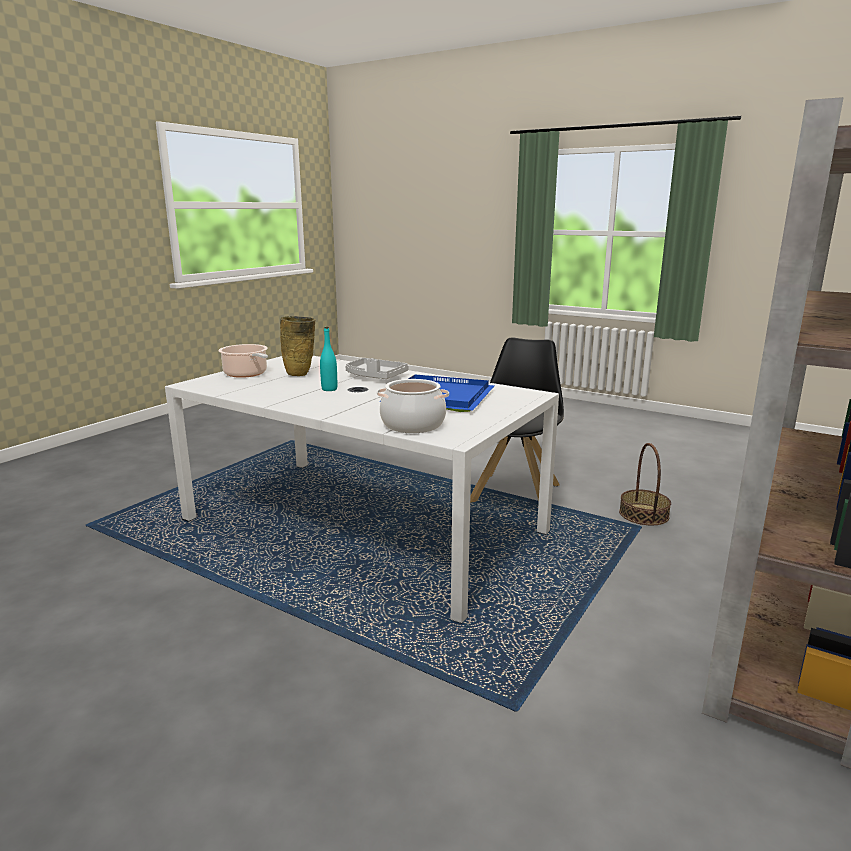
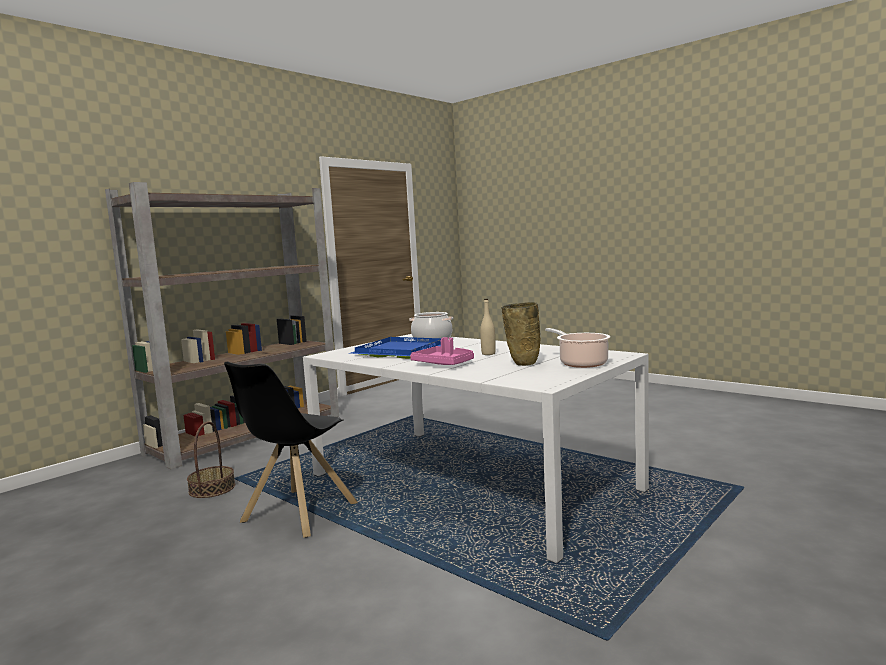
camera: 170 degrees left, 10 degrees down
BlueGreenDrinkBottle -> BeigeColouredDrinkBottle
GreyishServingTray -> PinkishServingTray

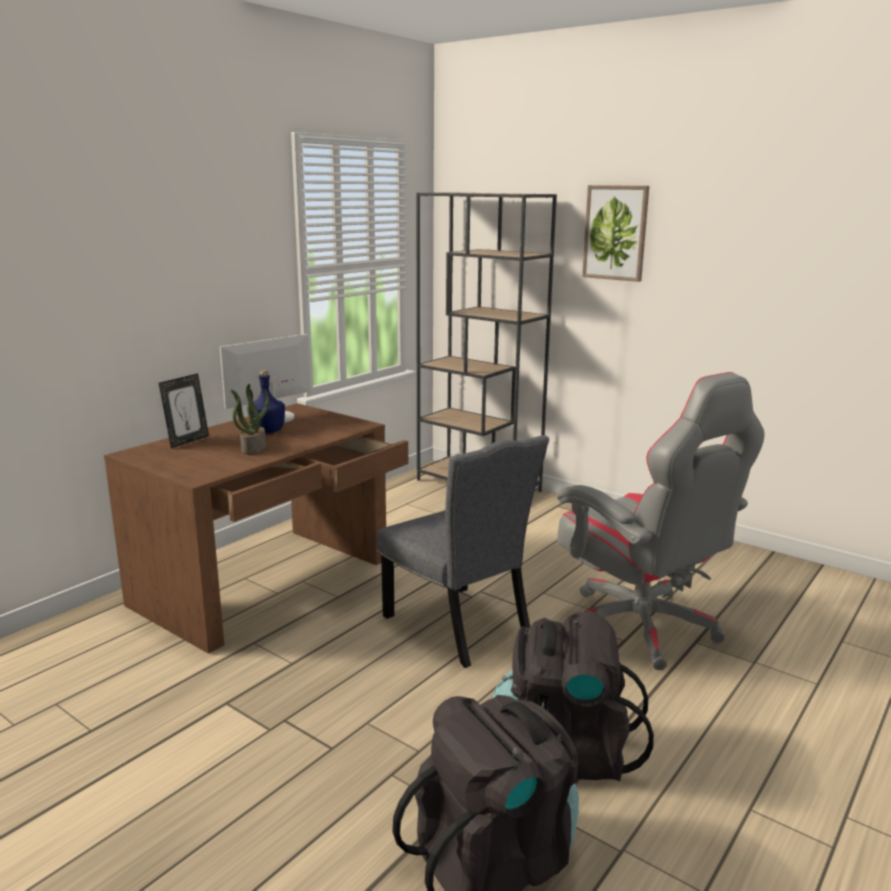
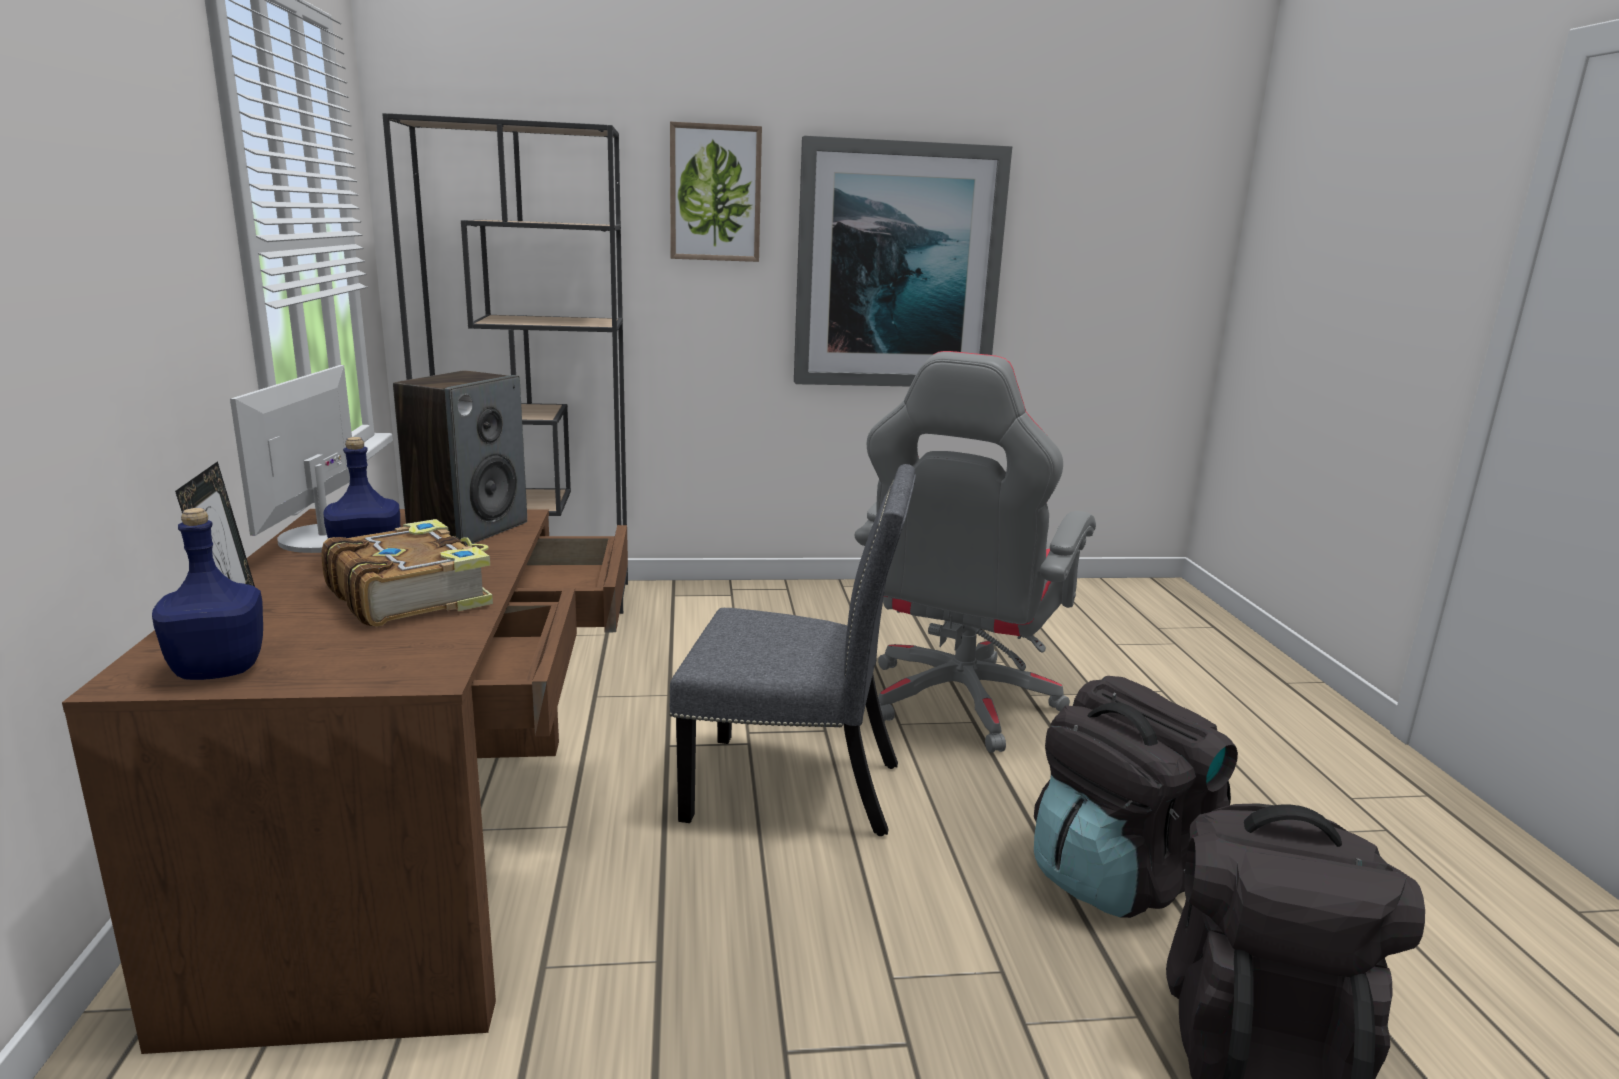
camera: 45 degrees left, 0 degrees up
none -> BlueColouredDrinkBottle (no. 1 from left)
none -> Speaker
none -> Picture (no. 2 from left)
PlantInAPot -> Volume
GreyishComputerChair, 105 degrees clockwise

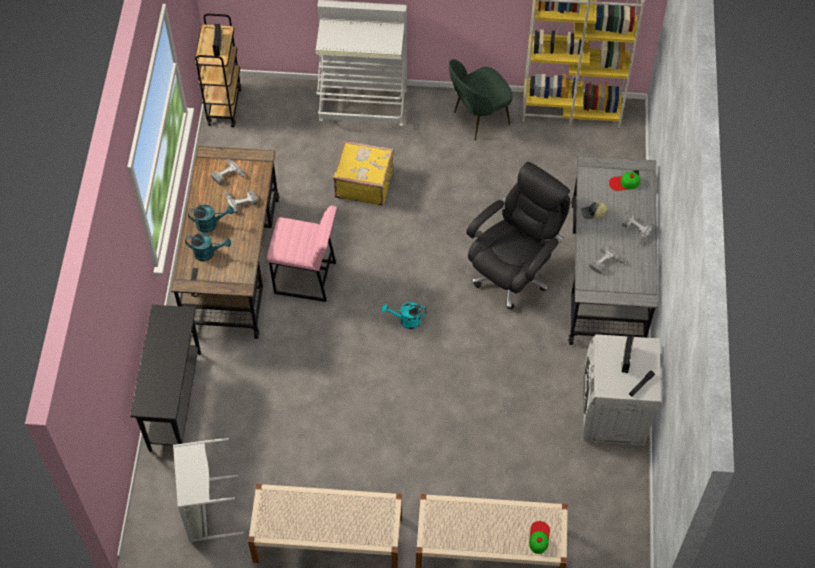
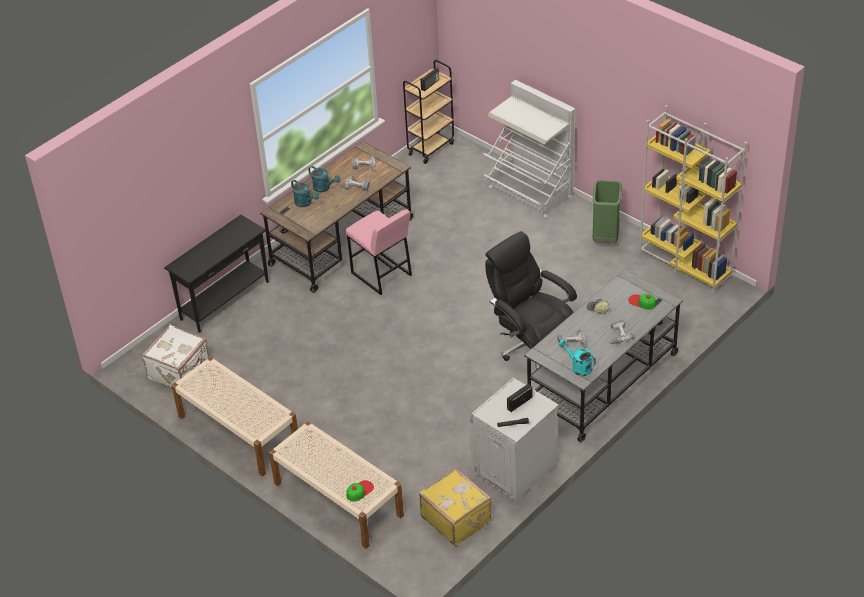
camera: 40 degrees right, 15 degrees down
YellowPieceOfLuggage, shifted
BlueGreenWateringCan (no. 3 from left), shifted
GreyishLaundryBasket -> WhitePieceOfLuggage
GreenUprightChair -> GreenTrashCan
BlackishComputerChair, 120 degrees counterclockwise

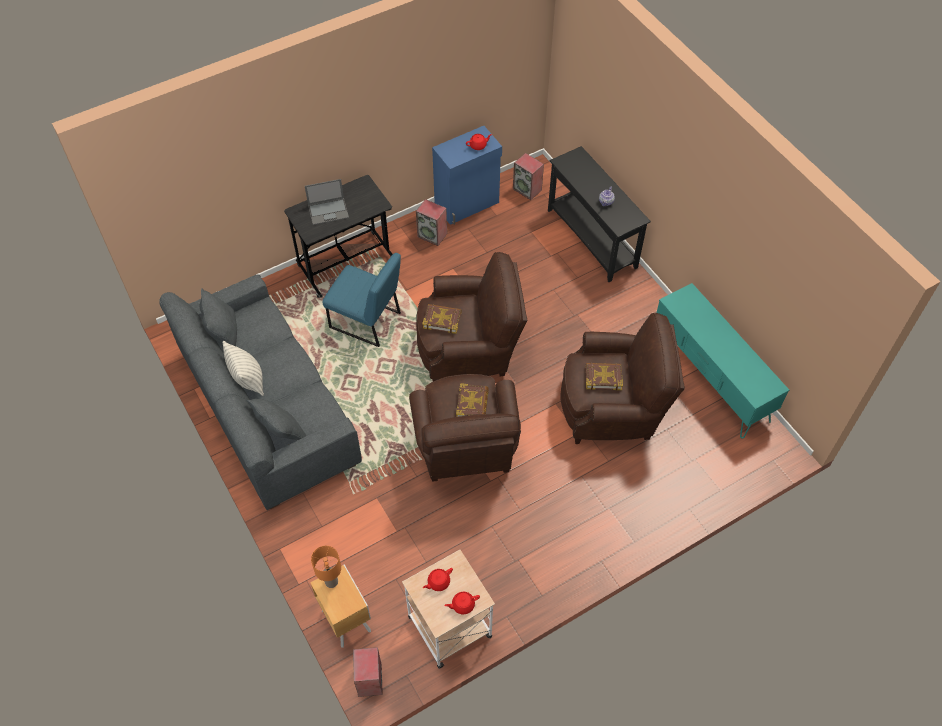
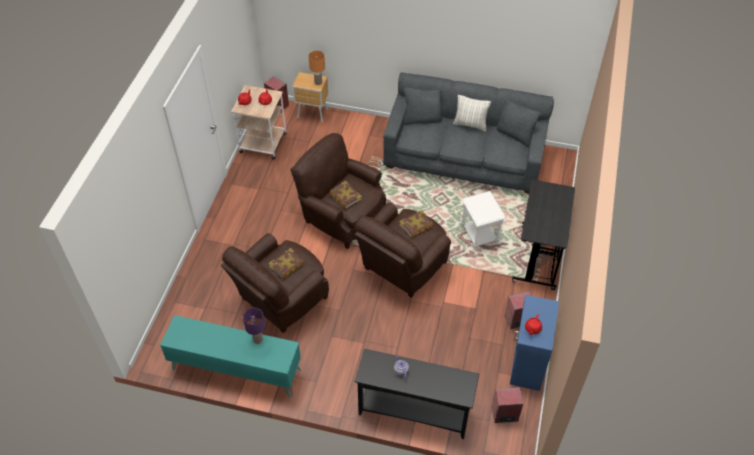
camera: 135 degrees right, 5 degrees down
Laptop -> none
none -> PurplishLampForATable
BlueColouredUprightChair -> WhiteAccentTable

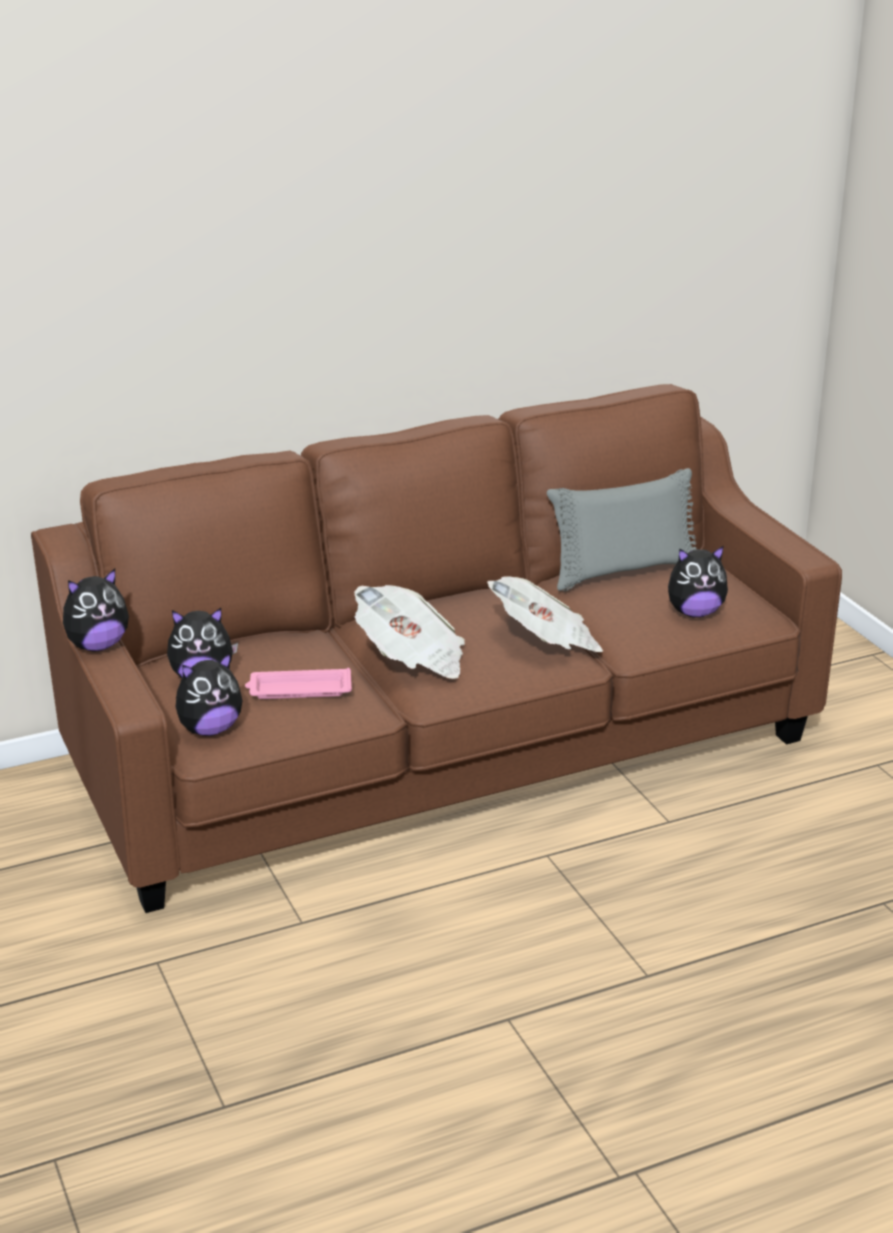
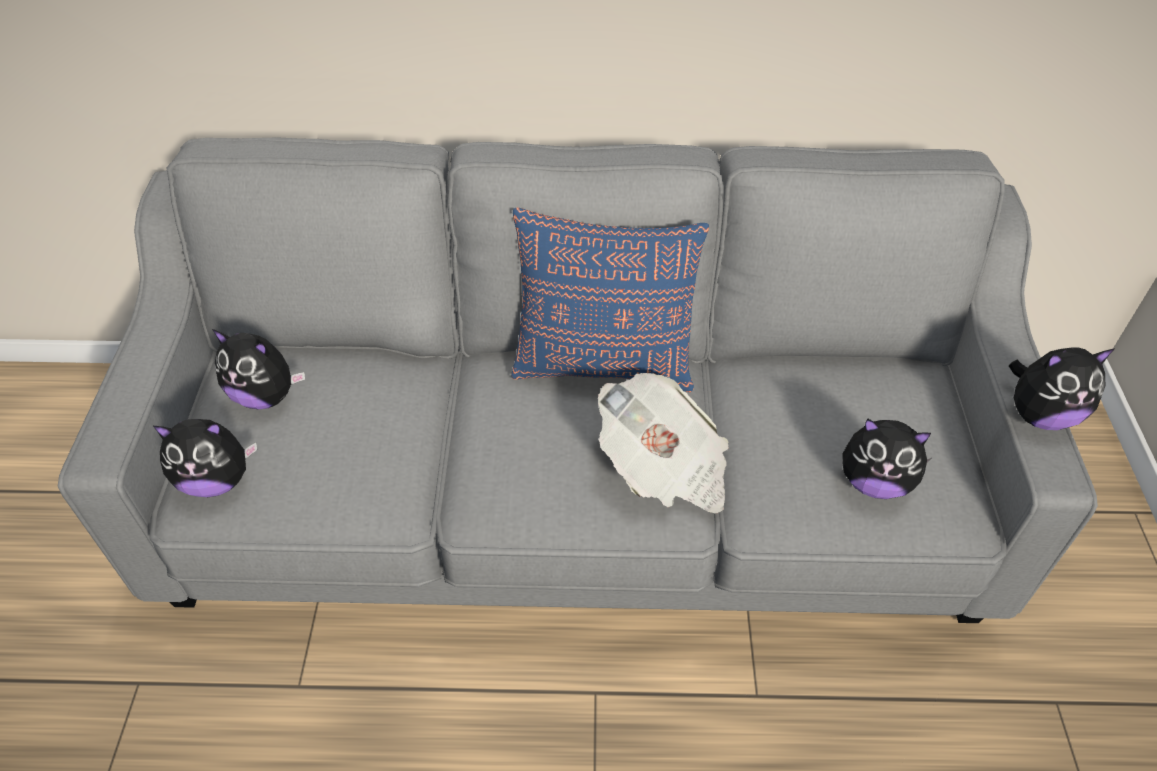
camera: 25 degrees right, 20 degrees up
PinkishServingTray -> none
DailyPaper (no. 1 from left) -> none
GreyishPillow -> none
none -> BlueColouredPillow
CuddlyToy (no. 1 from left in the first image) -> CuddlyToy (no. 4 from left), shifted
BrownishSettee -> GreyishSettee

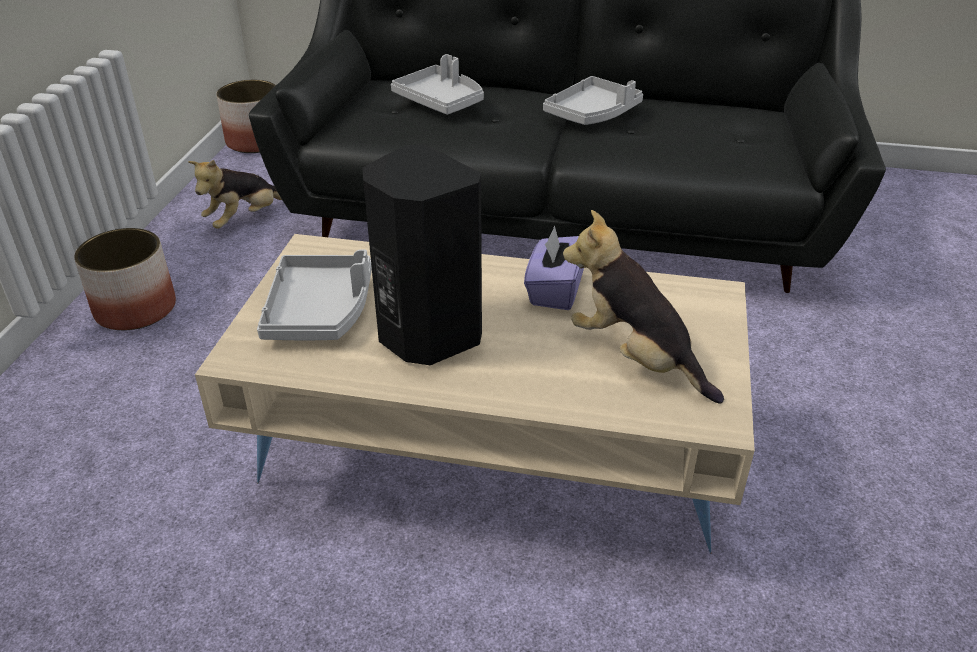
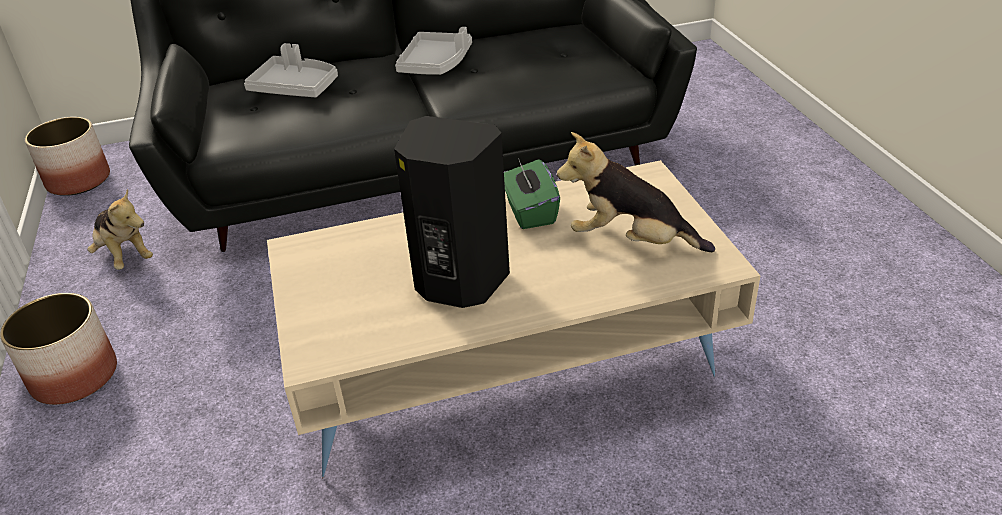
camera: 25 degrees left, 0 degrees up
GreyishServingTray (no. 1 from left) -> none
PurplishTissueBox -> GreenTissueBox
CuddlyToy (no. 1 from left), 60 degrees counterclockwise

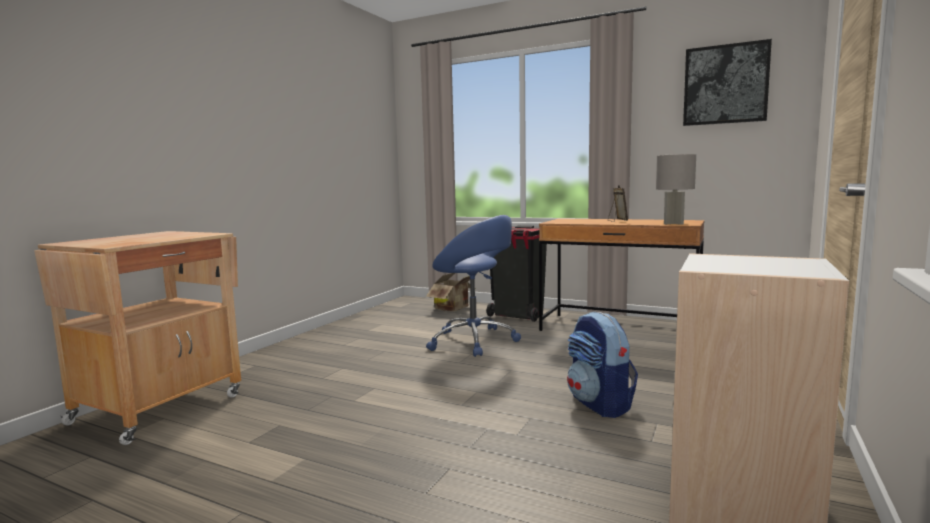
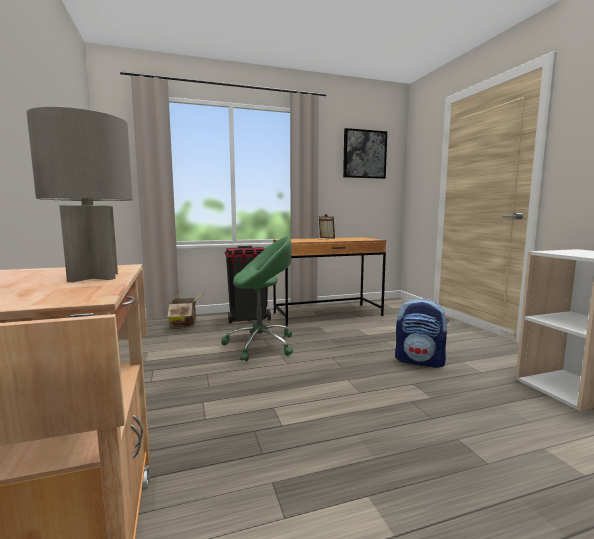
camera: 45 degrees left, 0 degrees up
GreyishLampForATable, shifted
BlueColouredComputerChair -> GreenComputerChair

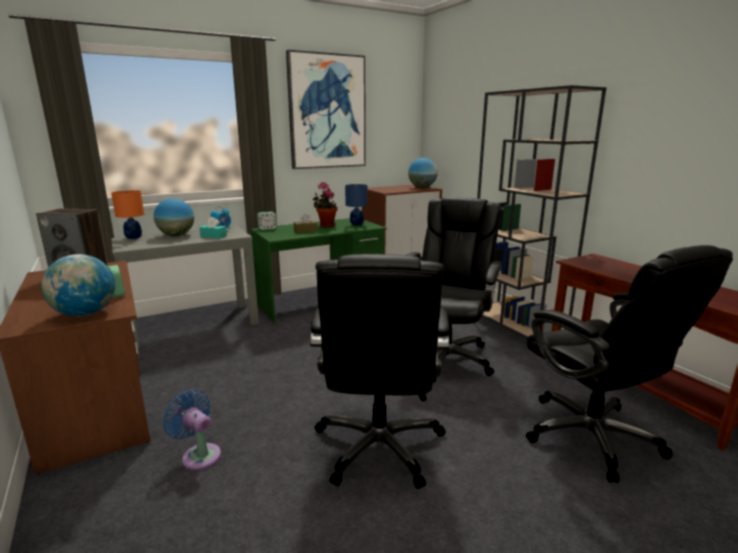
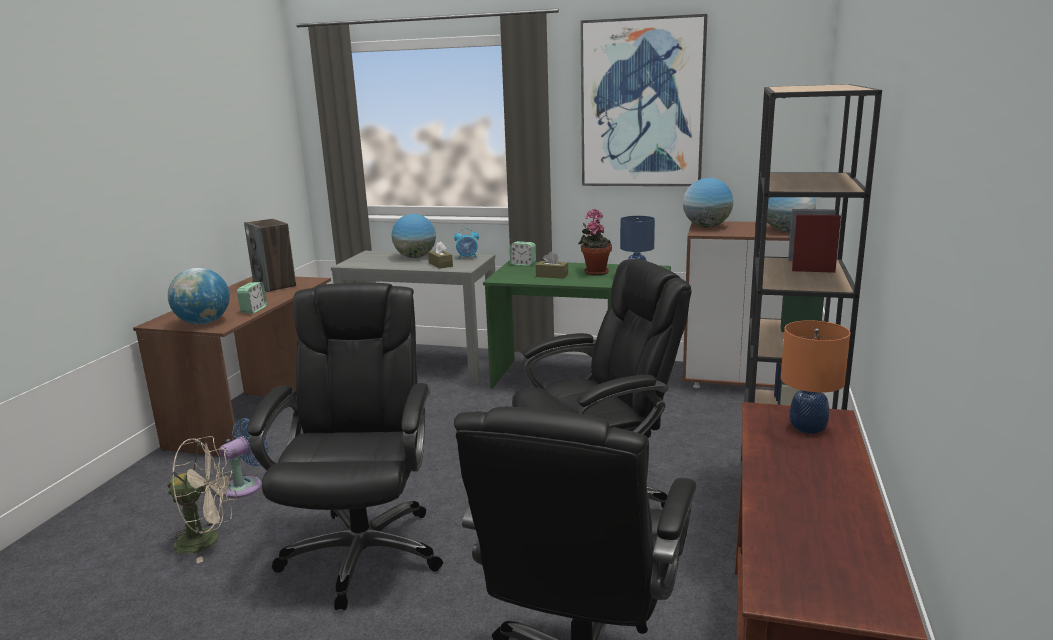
camera: 45 degrees right, 0 degrees up
none -> BeigeColouredElectricFan
none -> WorldGlobe (no. 3 from left)
OrangeyLampForATable, shifted
BlueGreenTissueBox -> BrownishTissueBox (no. 1 from left)
BlueColouredElectricFan, 45 degrees clockwise
BlackishComputerChair (no. 1 from left), 135 degrees clockwise

